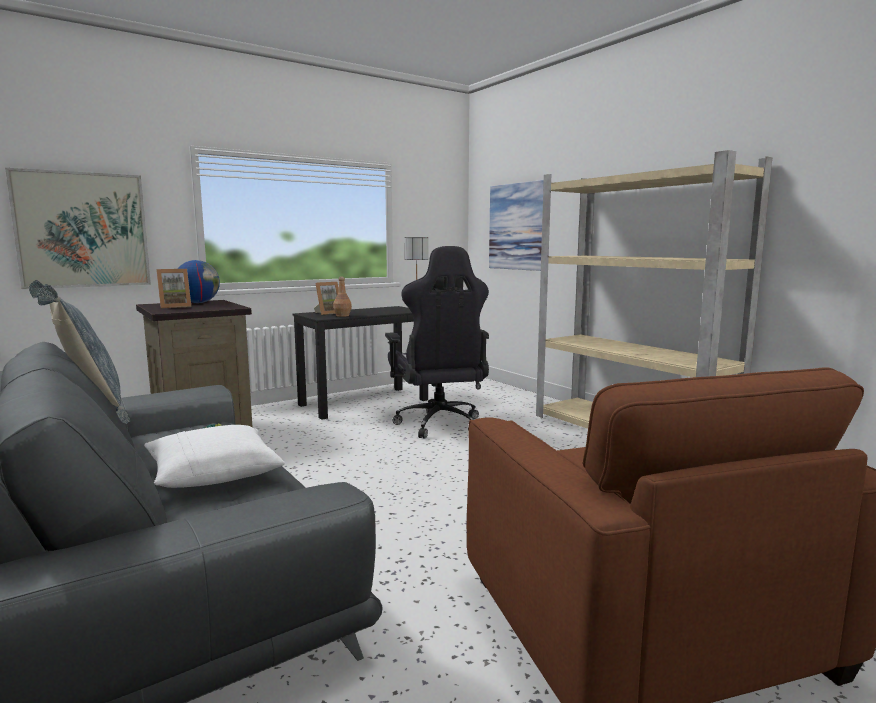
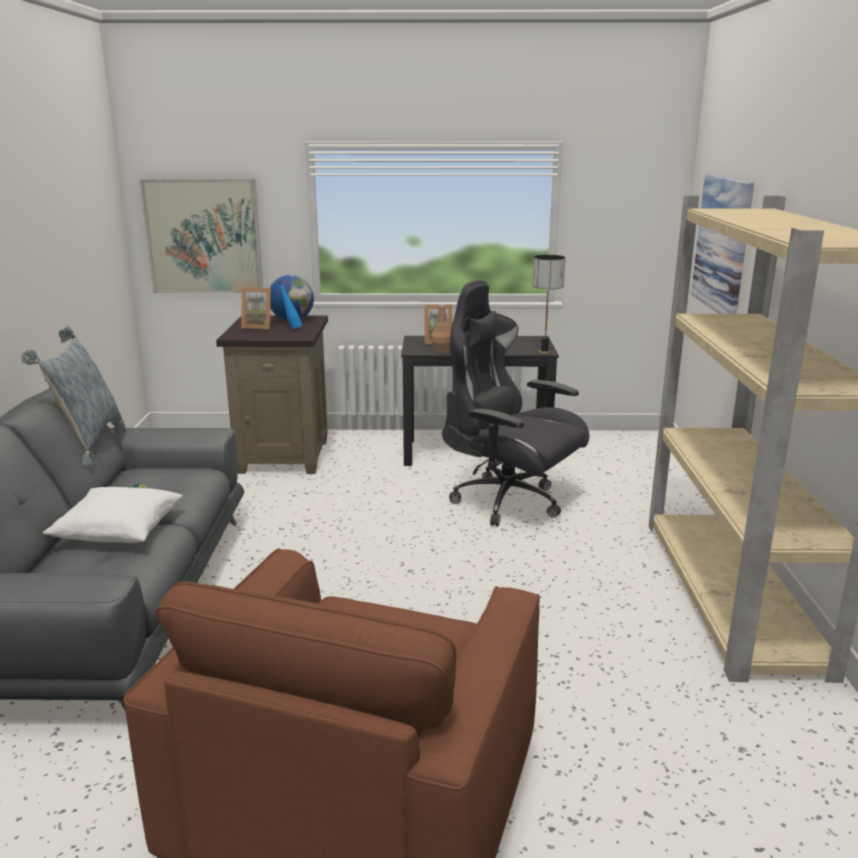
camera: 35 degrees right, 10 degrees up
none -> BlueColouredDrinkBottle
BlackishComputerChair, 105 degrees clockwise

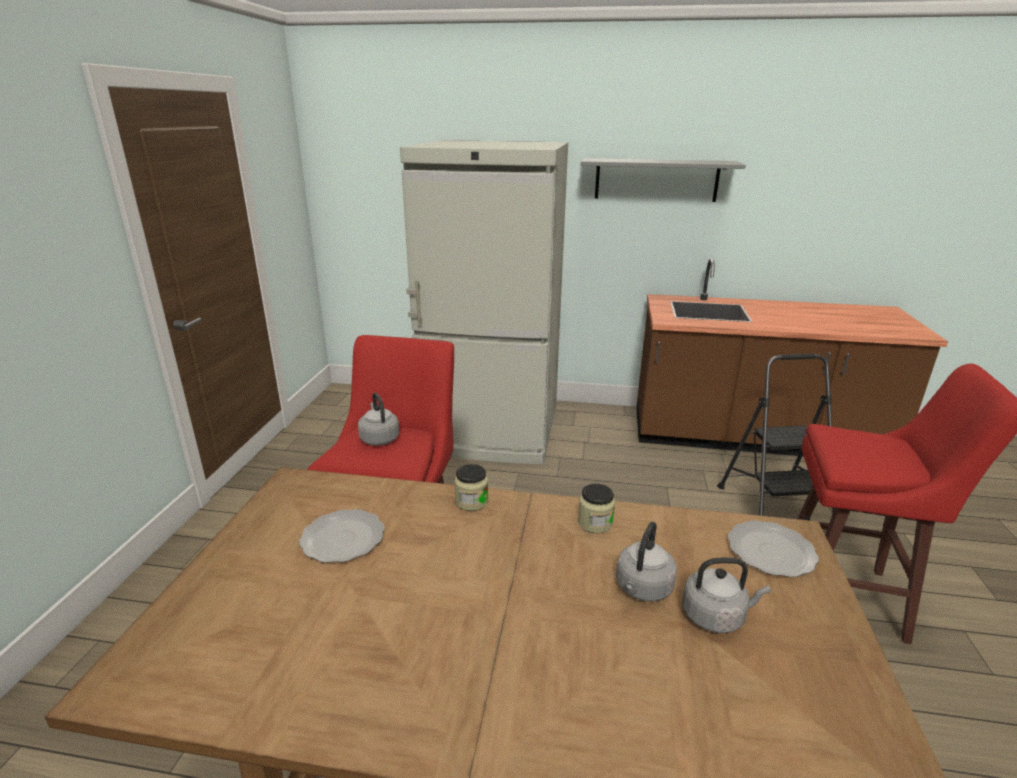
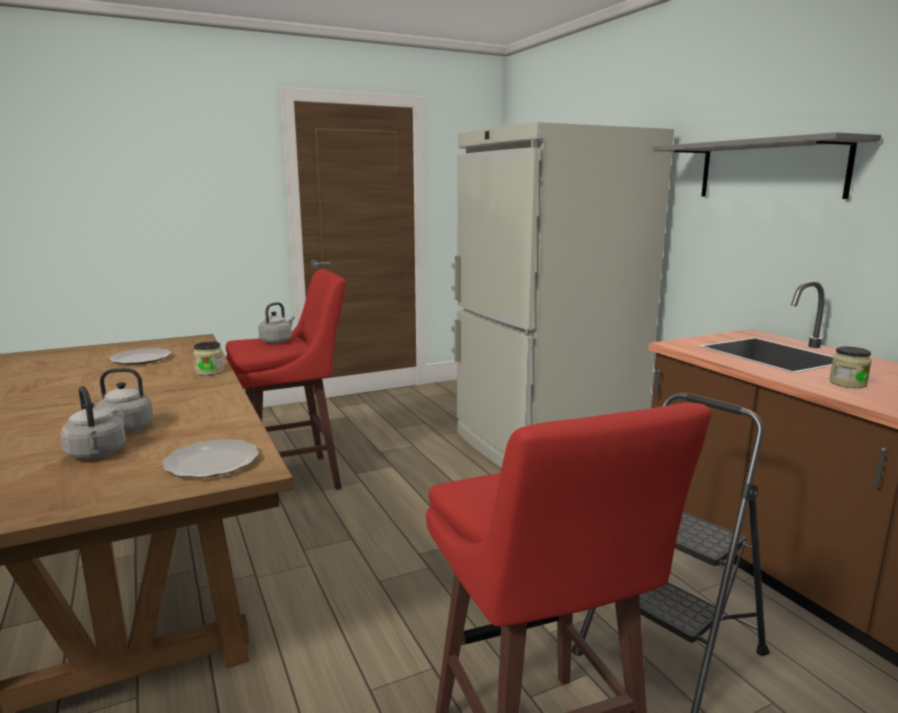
camera: 55 degrees right, 10 degrees down
StorageJar (no. 2 from left), shifted

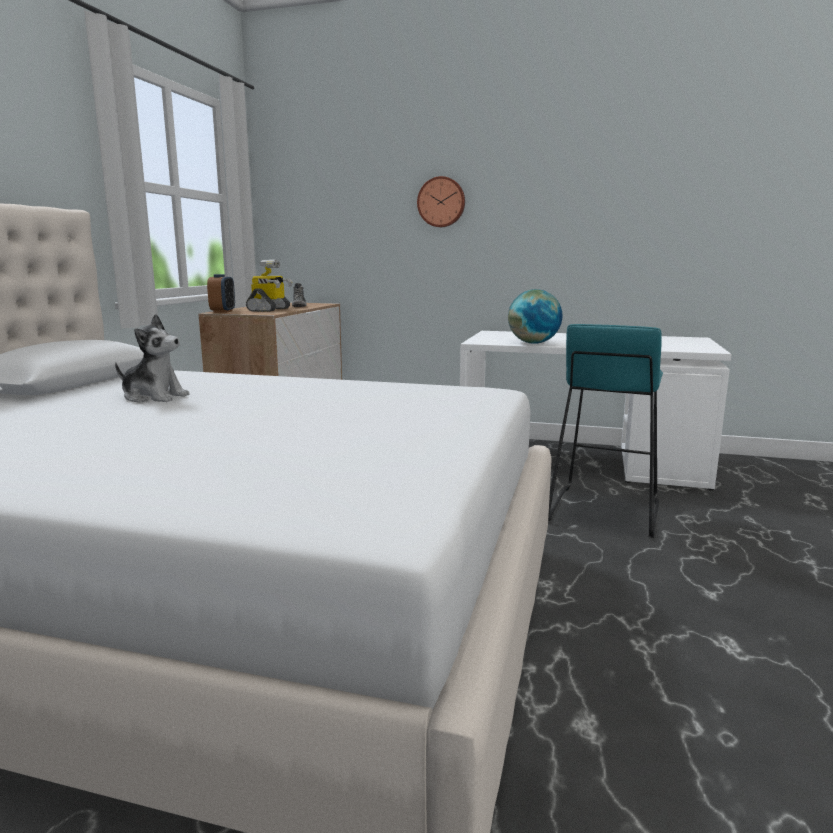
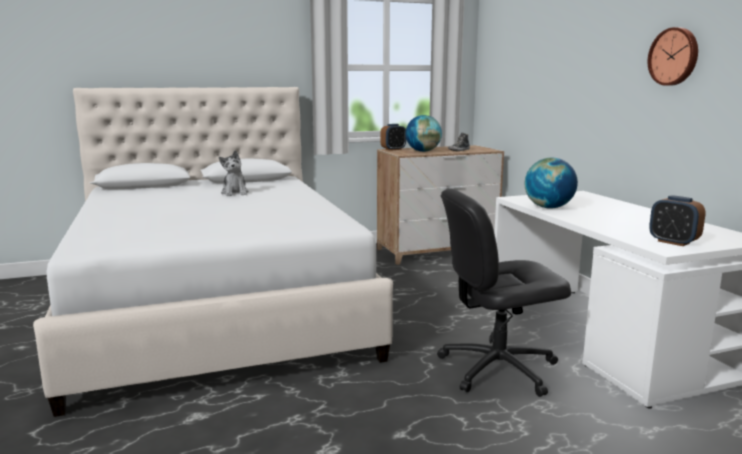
camera: 55 degrees right, 0 degrees up
none -> AlarmClock (no. 2 from left)
ClockOnTheWall, shifted
ToyRobot -> WorldGlobe (no. 1 from left)
BlueGreenSittingStool -> BlackishComputerChair

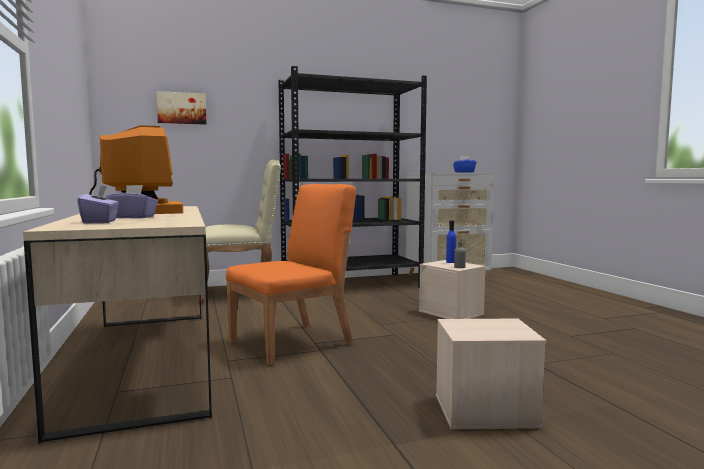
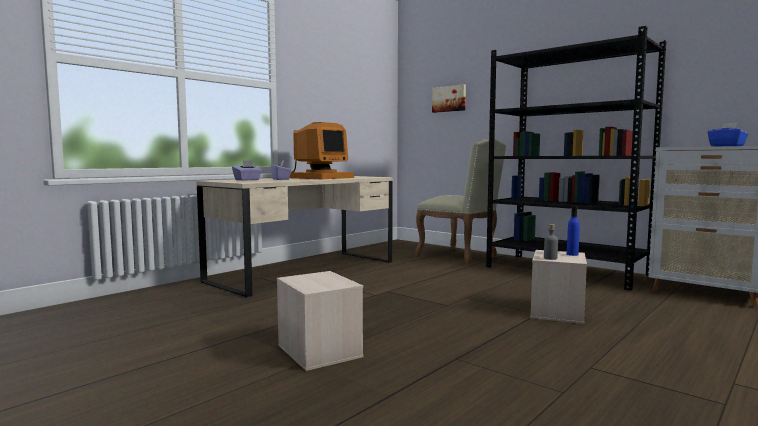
camera: 60 degrees right, 0 degrees up
OrangeyUprightChair -> none

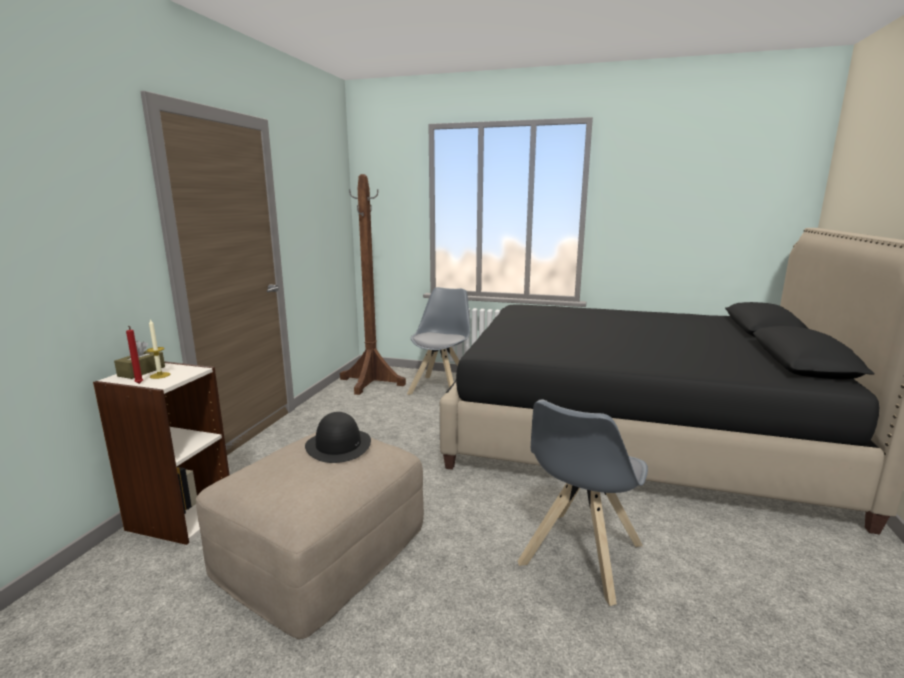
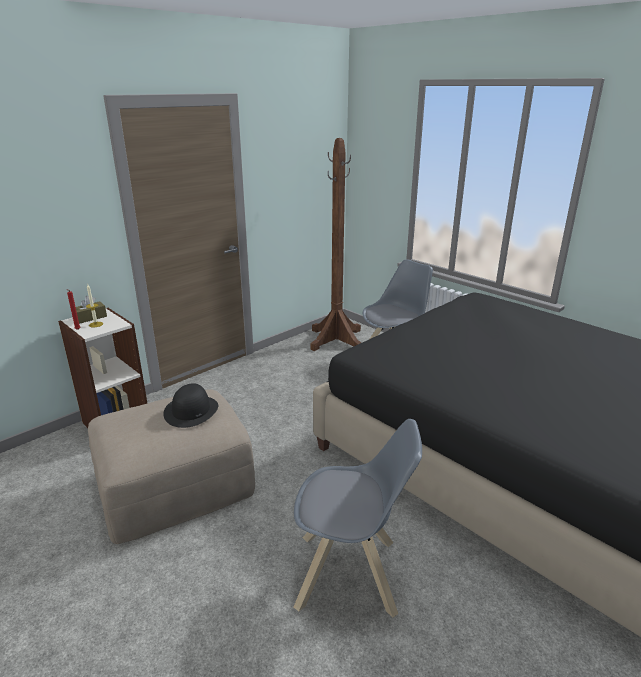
camera: 30 degrees right, 10 degrees up
GreyishUprightChair (no. 2 from left in the first image) -> GreyishUprightChair (no. 1 from left), 150 degrees counterclockwise

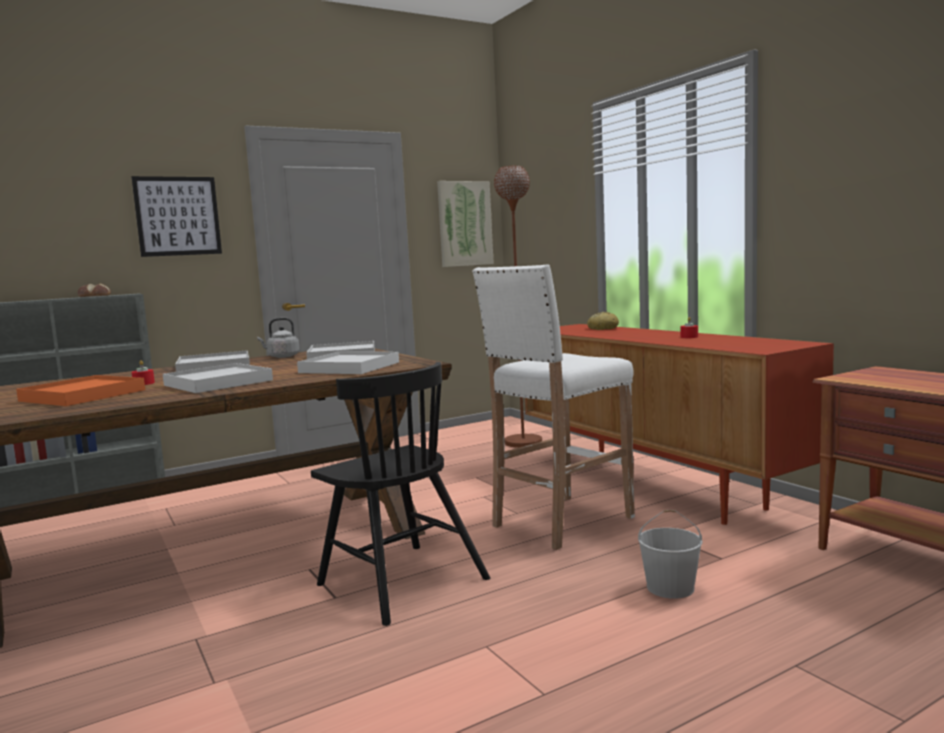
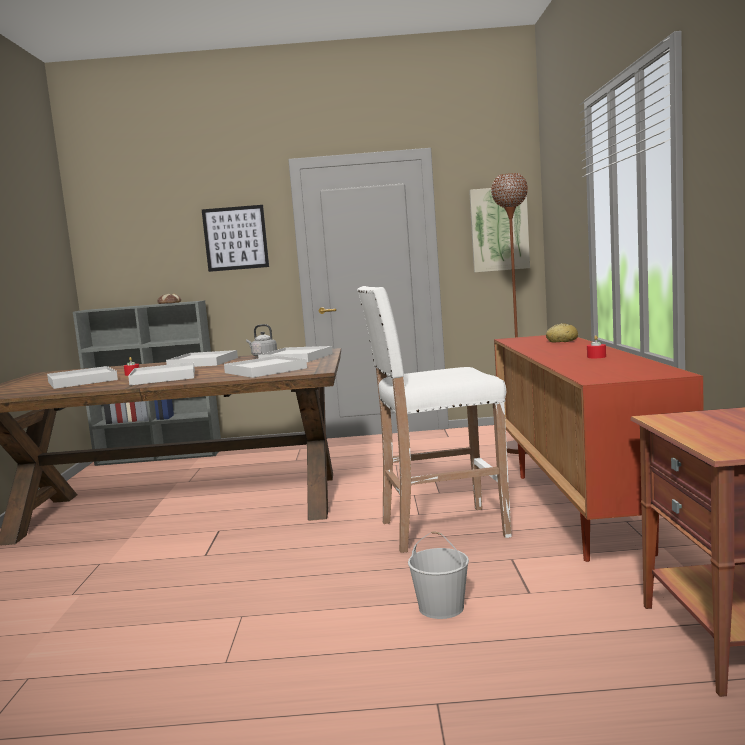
camera: 30 degrees right, 0 degrees up
BlackishUprightChair -> none
OrangeyServingTray -> WhiteServingTray (no. 1 from left)

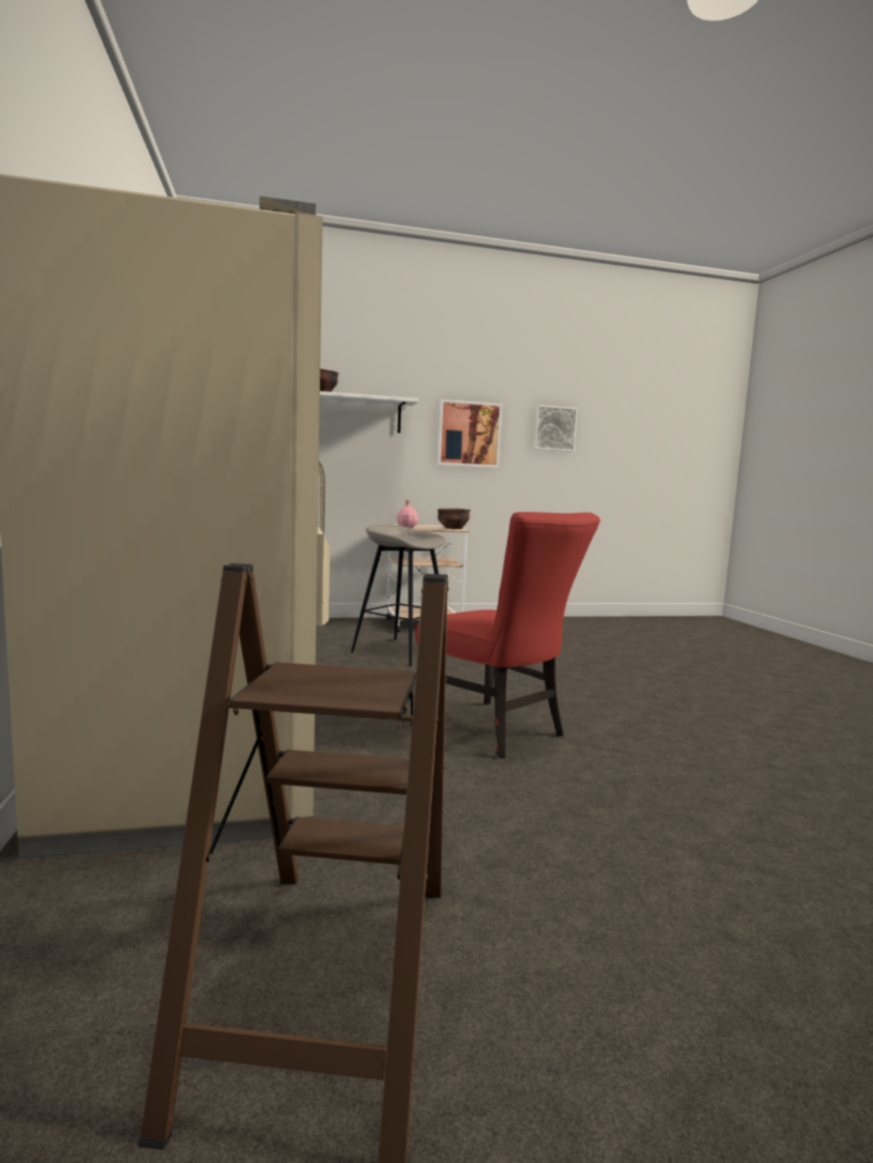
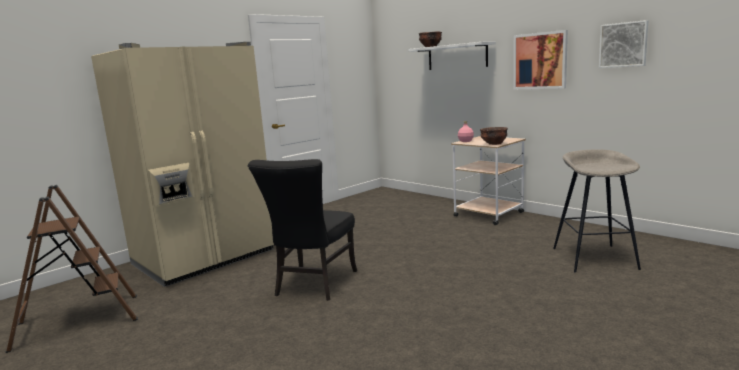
camera: 60 degrees right, 5 degrees up
GreyishSittingStool, shifted
RedUprightChair -> BlackishUprightChair

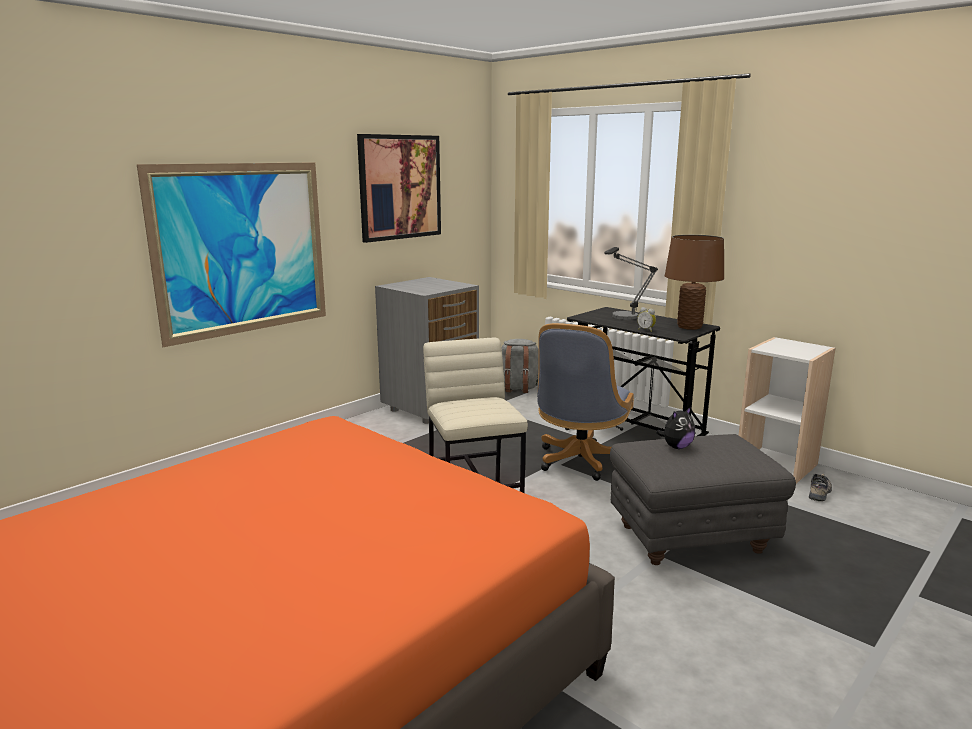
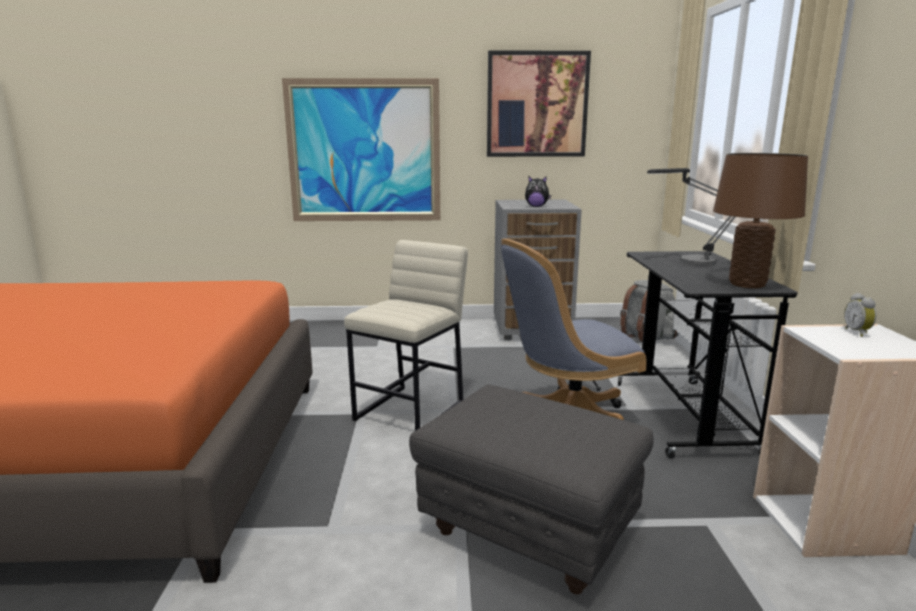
camera: 45 degrees right, 0 degrees up
Shoe -> none
AlarmClock, shifted
CuddlyToy, shifted

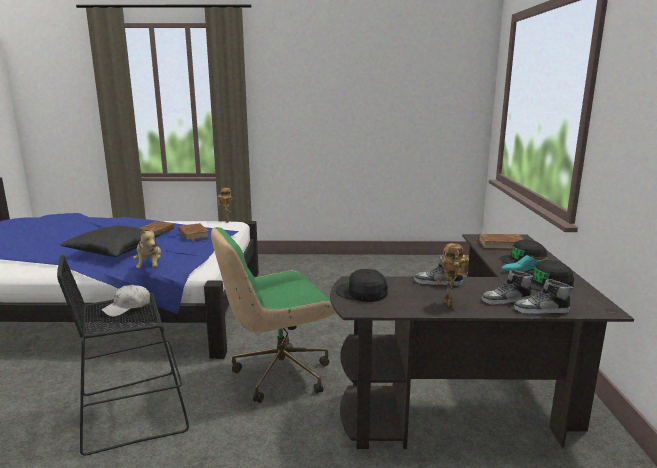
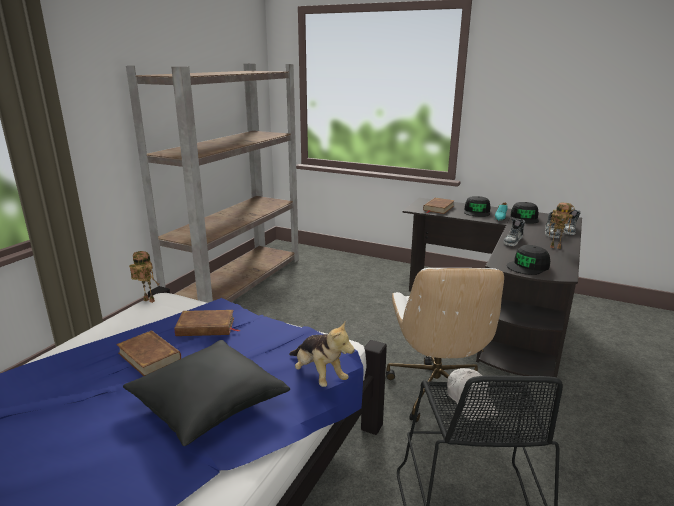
camera: 65 degrees left, 5 degrees up
none -> BrownishBookshelf
GreenComputerChair -> WhiteComputerChair
CuddlyToy, 45 degrees clockwise

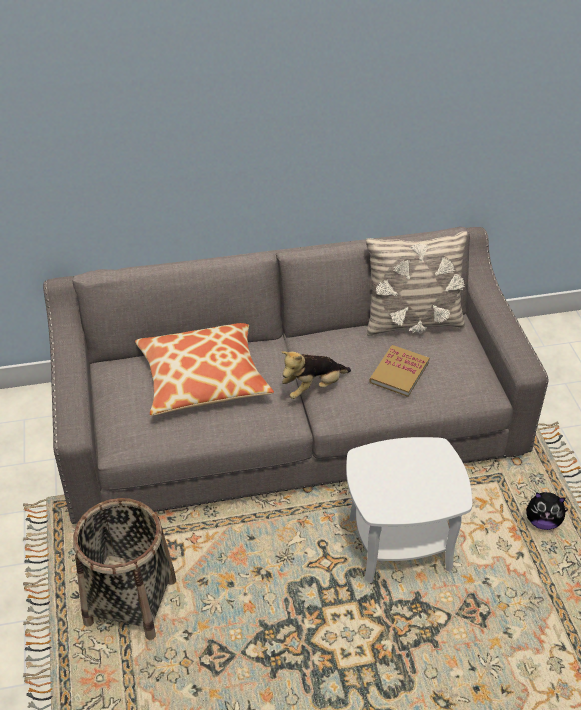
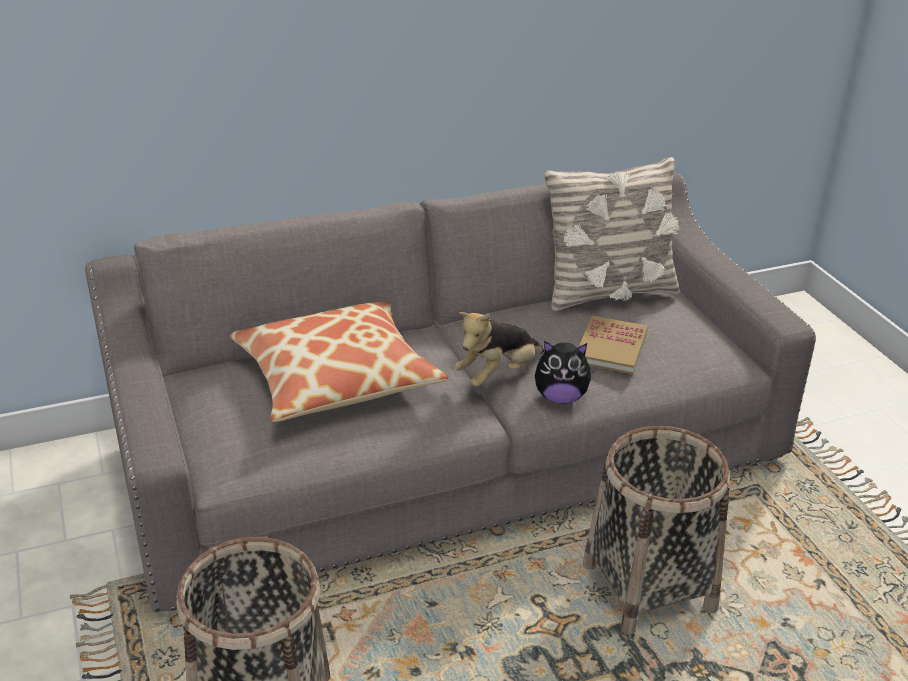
camera: 10 degrees left, 10 degrees down
CuddlyToy (no. 2 from left), shifted
WhiteAccentTable -> HouseholdBasket (no. 2 from left)

